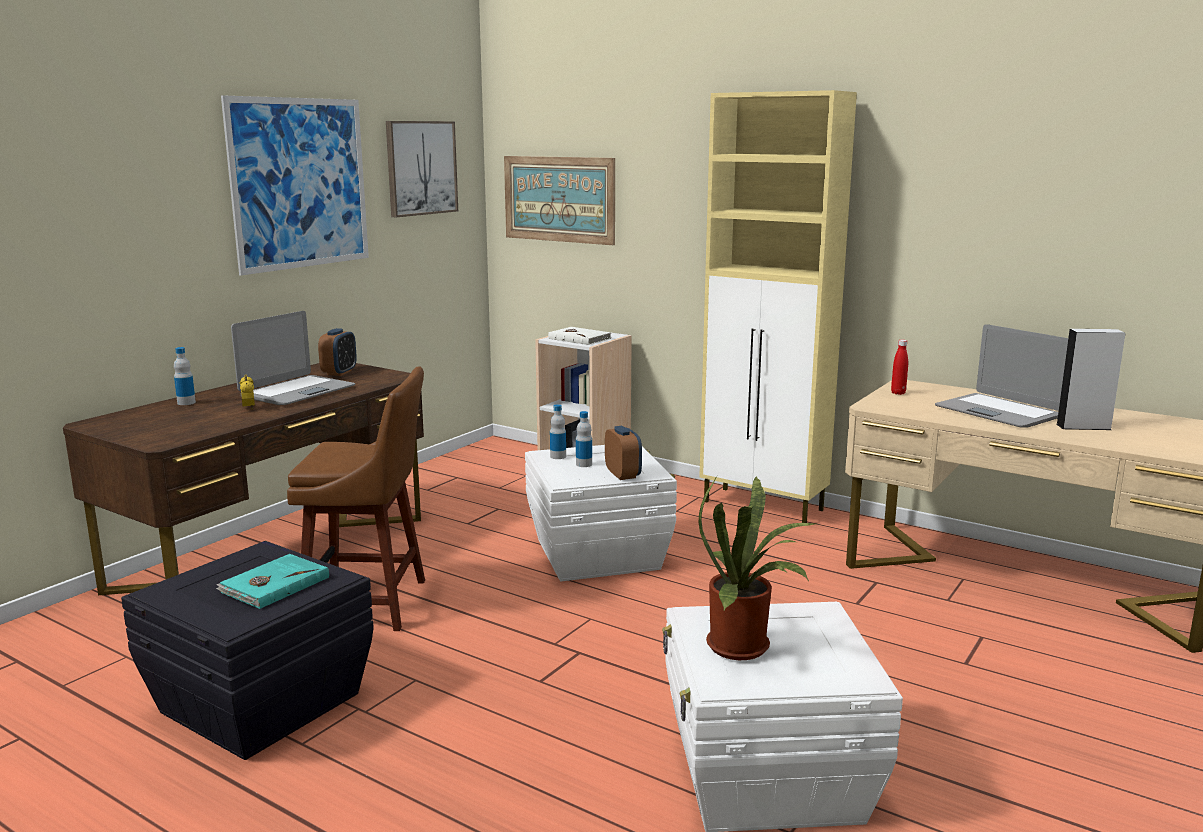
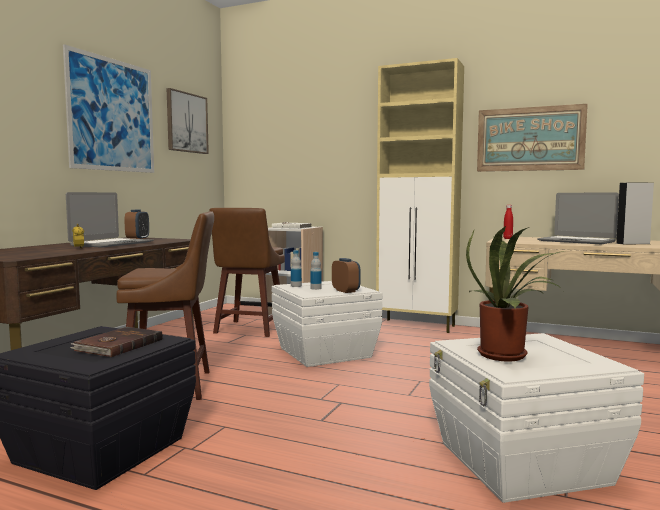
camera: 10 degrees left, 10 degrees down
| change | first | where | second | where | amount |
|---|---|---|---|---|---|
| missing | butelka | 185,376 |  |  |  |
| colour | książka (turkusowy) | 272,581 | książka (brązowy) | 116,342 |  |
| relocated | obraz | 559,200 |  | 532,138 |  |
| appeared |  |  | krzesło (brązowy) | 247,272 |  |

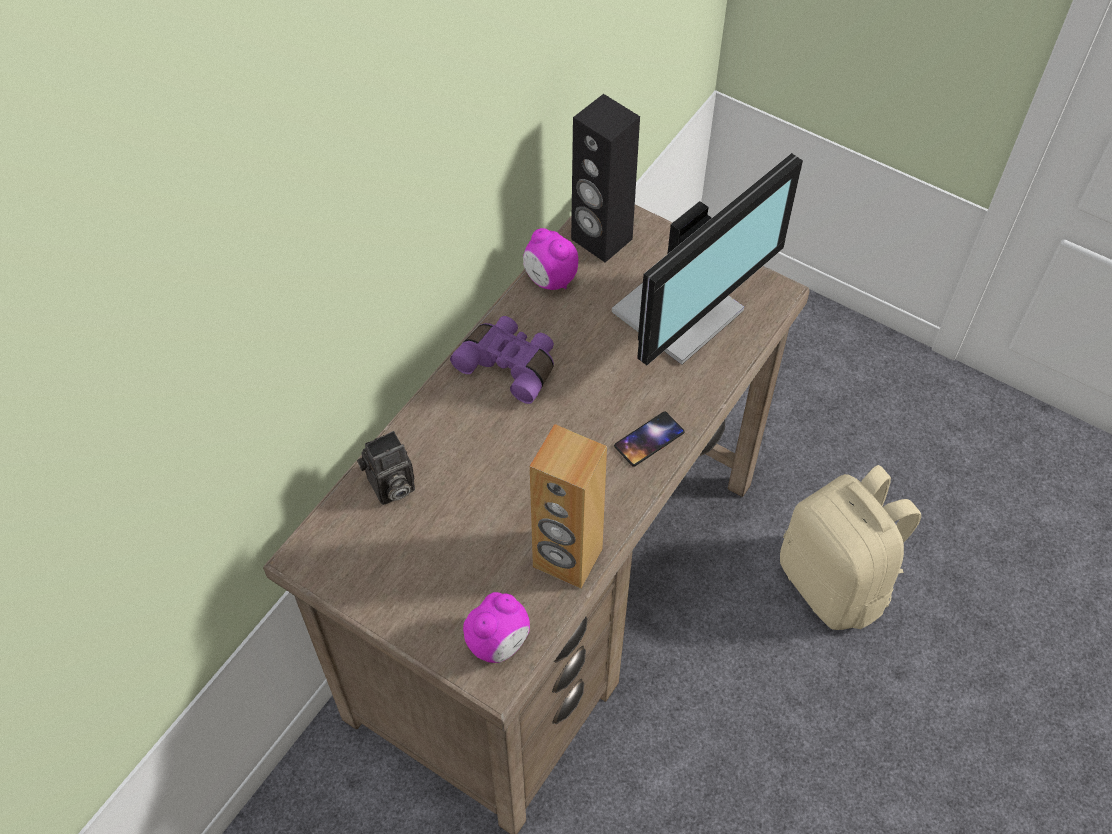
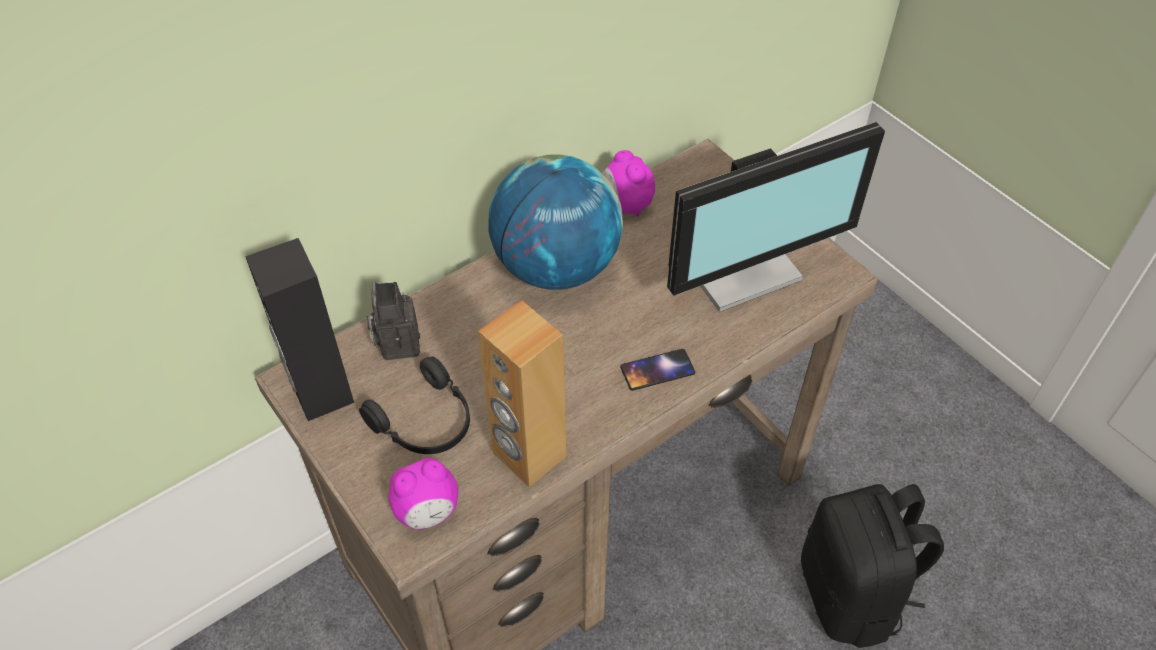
camera: 20 degrees right, 5 degrees down
| change | first | where | second | where | amount |
|---|---|---|---|---|---|
| spun | aparat fotograficzny | 386,468 |  | 393,321 | 90 degrees clockwise |
| exchanged | lornetka (fioletowy) | 502,360 | globus | 556,222 |  |
| relocated | głośnik (czarny) | 605,178 |  | 299,329 |  |
| colour | plecak (beżowy) | 850,547 | plecak (czarny) | 872,566 |  |
| appeared |  |  | słuchawki (czarny) | 414,405 |  |

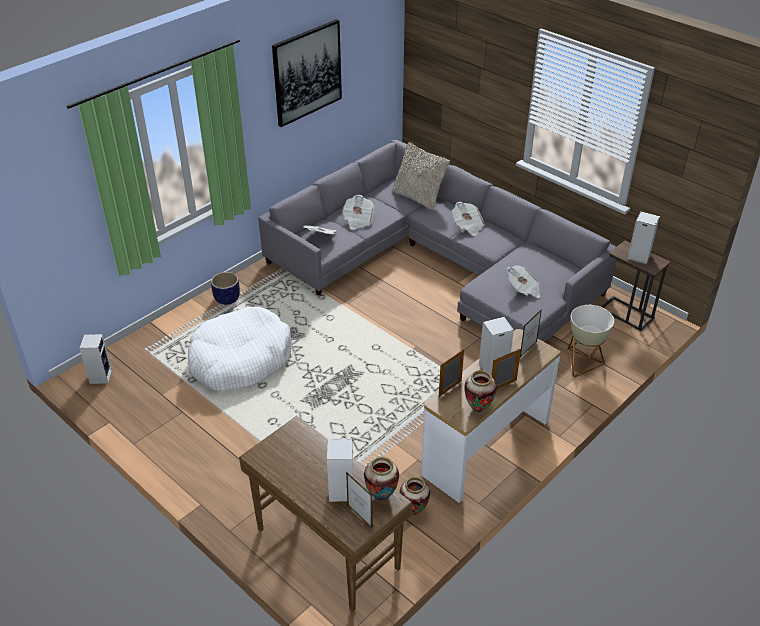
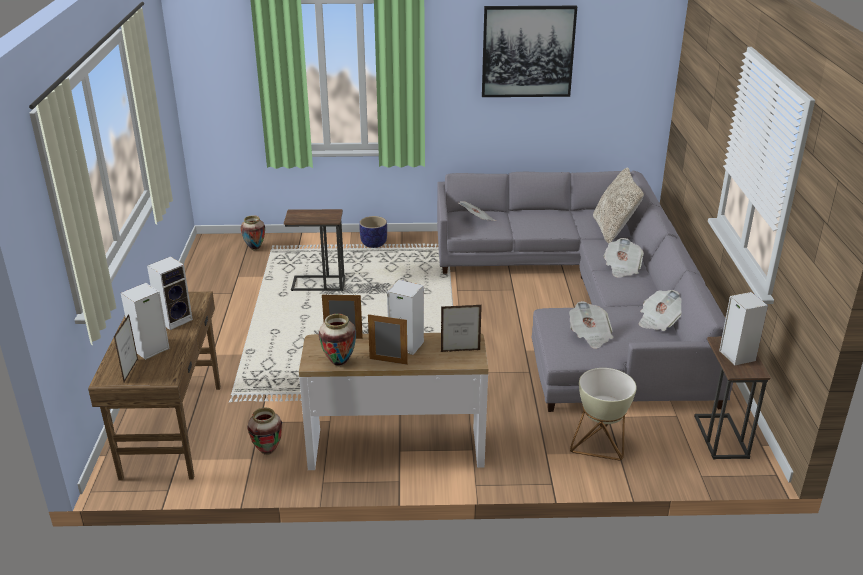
camera: 45 degrees right, 10 degrees down
| change | first | where | second | where | amount |
|---|---|---|---|---|---|
| relocated | głośnik | 95,359 |  | 170,293 |  |
| exchanged | legowisko (biały) | 240,349 | stolik (brązowy) | 315,250 |  |
| relocated | gazeta | 358,212 |  | 660,310 |  |
| relocated | wazon | 381,478 |  | 252,232 |  |

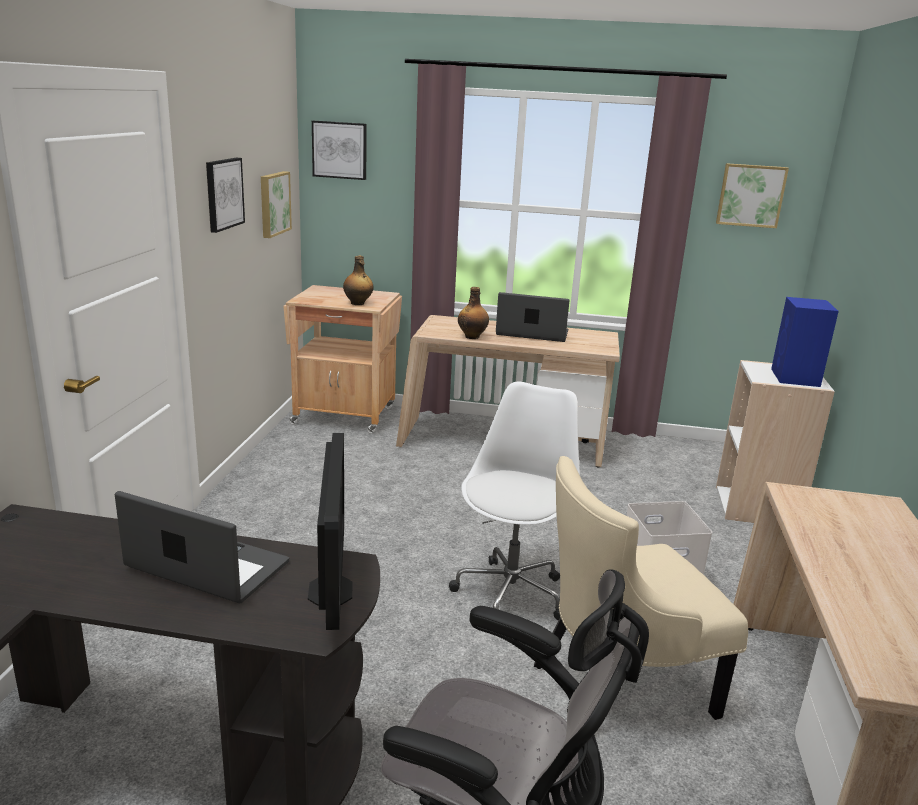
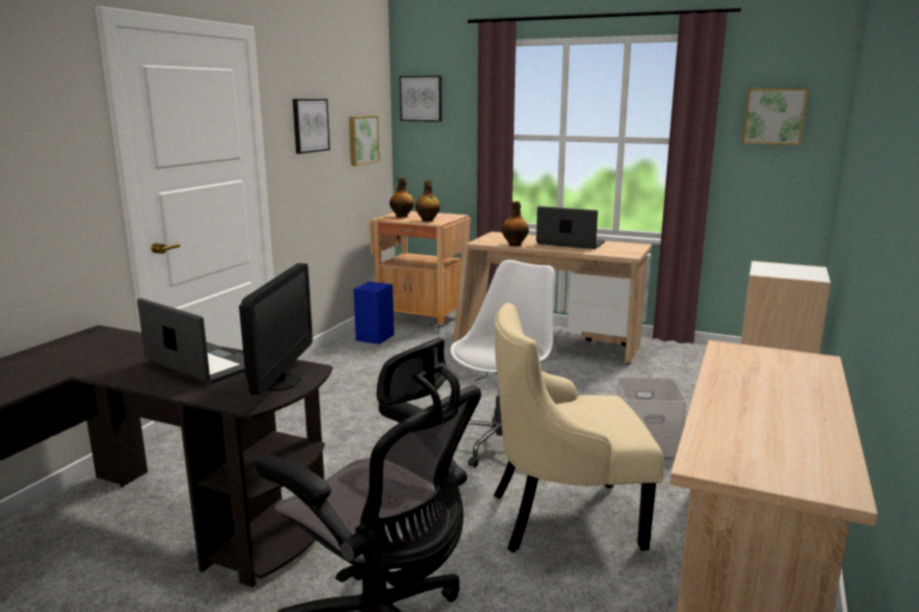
camera: 15 degrees right, 5 degrees down
| change | first | where | second | where | amount |
|---|---|---|---|---|---|
| relocated | głośnik (niebieski) | 805,342 |  | 374,313 |  |
| appeared |  |  | butelka | 402,197 |  |

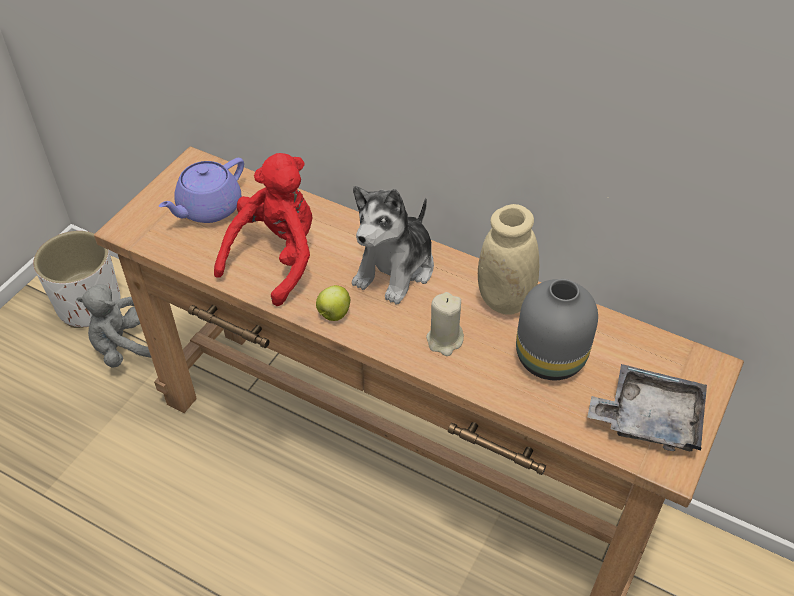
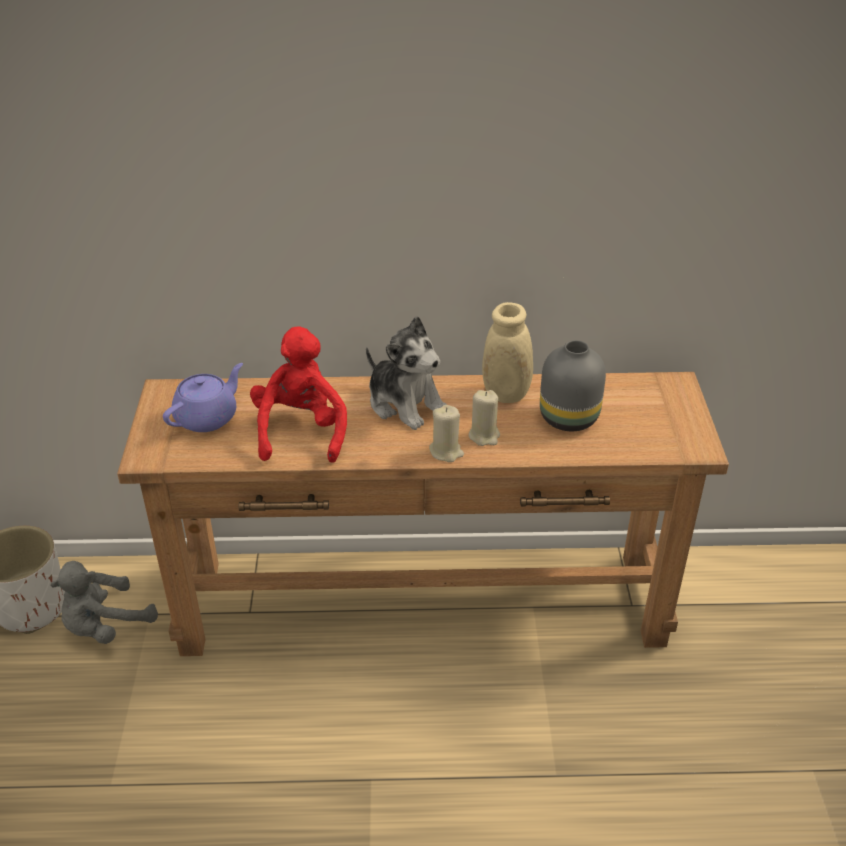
camera: 30 degrees left, 10 degrees down
| change | first | where | second | where | amount |
|---|---|---|---|---|---|
| spun | imbryk (fioletowy) | 201,190 |  | 203,397 | 150 degrees counterclockwise |
| missing | jabłko | 333,303 |  |  |  |
| spun | pluszak | 393,245 |  | 406,373 | 45 degrees counterclockwise |
| missing | taca (szary) | 647,407 |  |  |  |
| appeared |  |  | świeca (beżowy) | 446,433 |  |

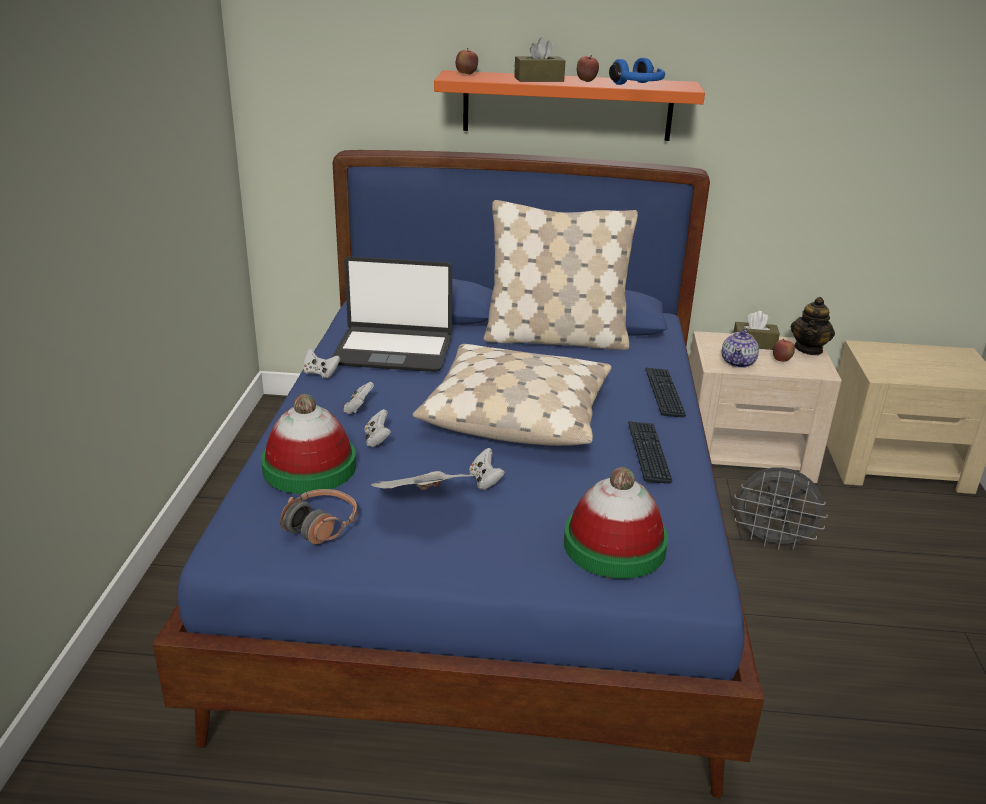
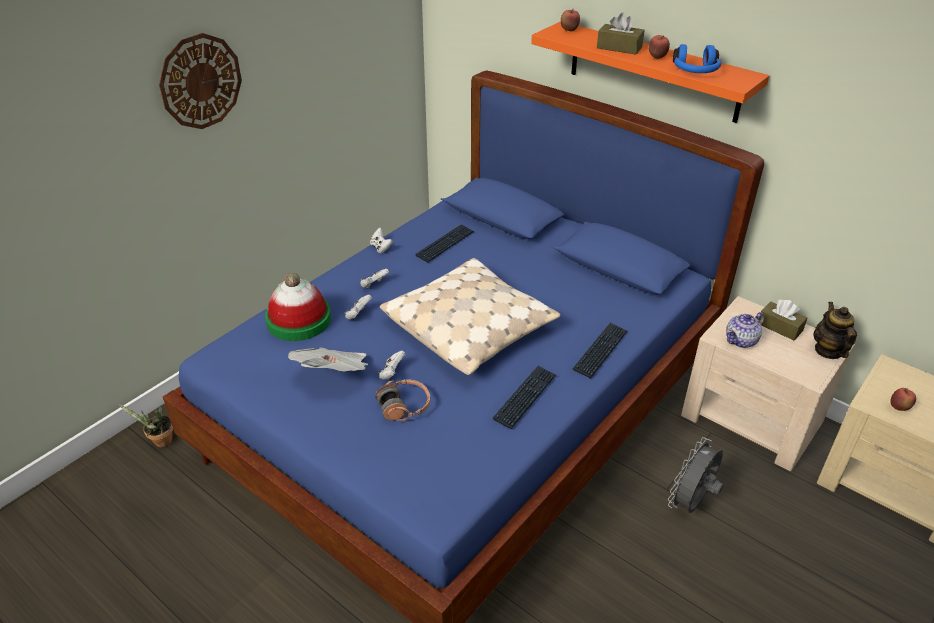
camera: 35 degrees right, 10 degrees up
| change | first | where | second | where | amount |
|---|---|---|---|---|---|
| relocated | słuchawki | 318,517 |  | 402,400 |  |
| exchanged | laptop | 391,314 | klawiatura | 444,243 |  |
| missing | poduszka (beżowy) | 560,275 |  |  |  |
| missing | kapelusz | 616,523 |  |  |  |
| spun | wentylator (szary) | 780,508 |  | 695,475 | 75 degrees clockwise |
| relocated | jabłko | 784,350 |  | 903,399 |  |
| spun | imbryk | 813,326 |  | 835,330 | 120 degrees clockwise |
| appeared |  |  | roślina doniczkowa | 145,425 |  |
| appeared |  |  | zegar ścienny | 200,81 |  |

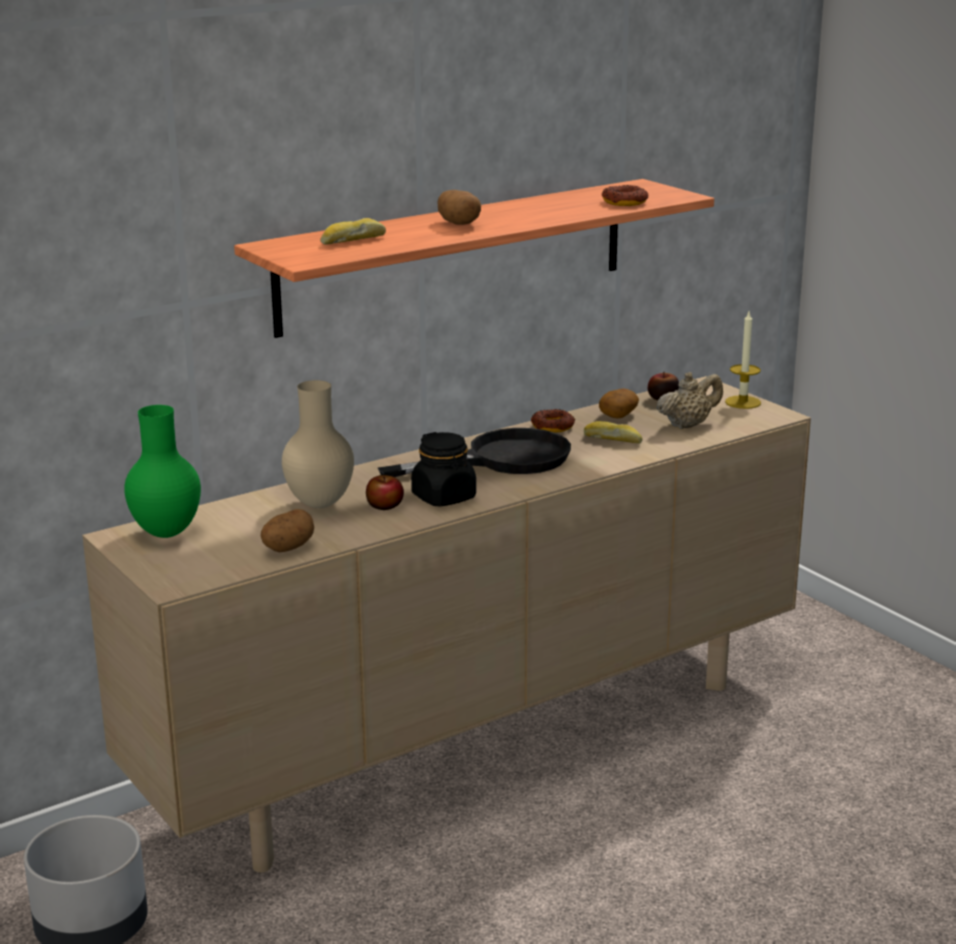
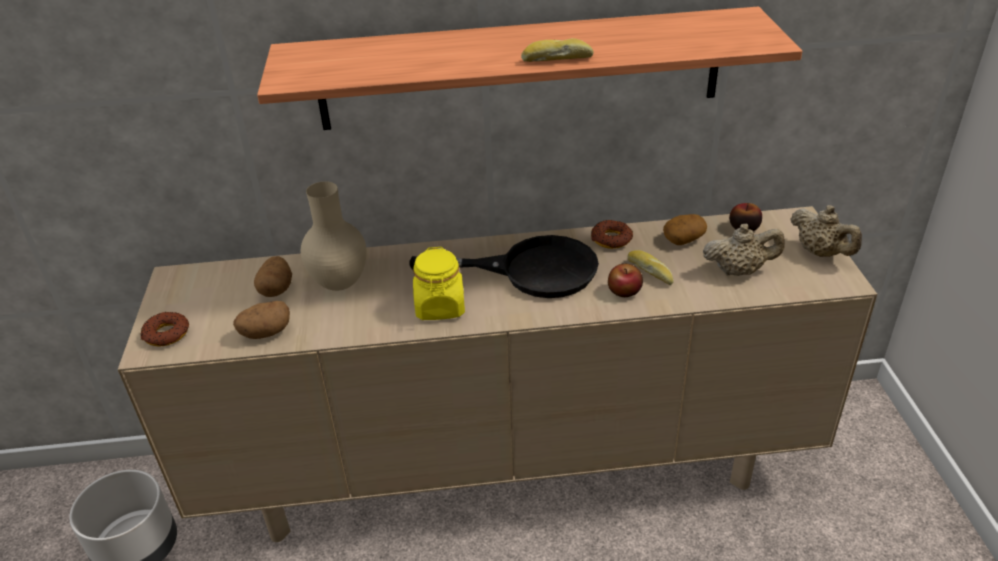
camera: 30 degrees right, 15 degrees up
| change | first | where | second | where | amount |
|---|---|---|---|---|---|
| missing | wazon (zielony) | 162,471 |  |  |  |
| relocated | chleb | 353,231 |  | 557,50 |  |
| relocated | jabłko | 385,492 |  | 625,280 |  |
| colour | słoik (czarny) | 443,469 | słoik (żółty) | 439,283 |  |
| relocated | ziemniak | 459,207 |  | 273,276 |  |
| relocated | donut | 625,195 |  | 165,329 |  |
| exchanged | świeca | 743,360 | imbryk (beżowy) | 826,231 |  |

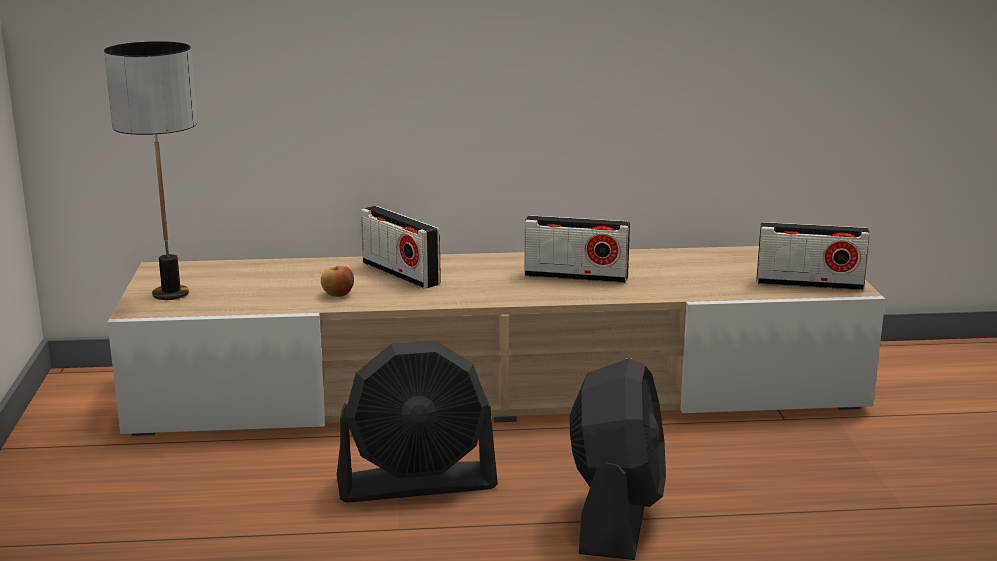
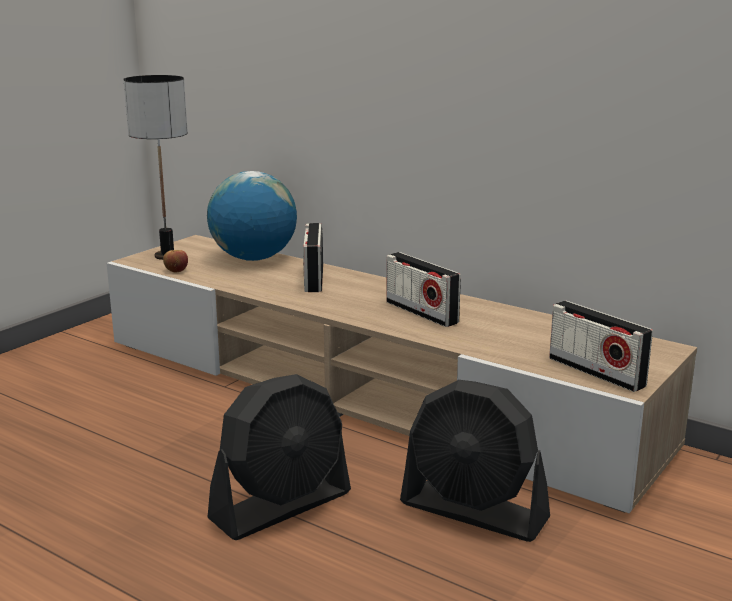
camera: 40 degrees right, 0 degrees up
| change | first | where | second | where | amount |
|---|---|---|---|---|---|
| relocated | jabłko | 337,281 |  | 175,260 |  |
| relocated | wentylator (czarny) | 417,422 |  | 475,461 |  |
| appeared |  |  | globus | 252,216 |  |

